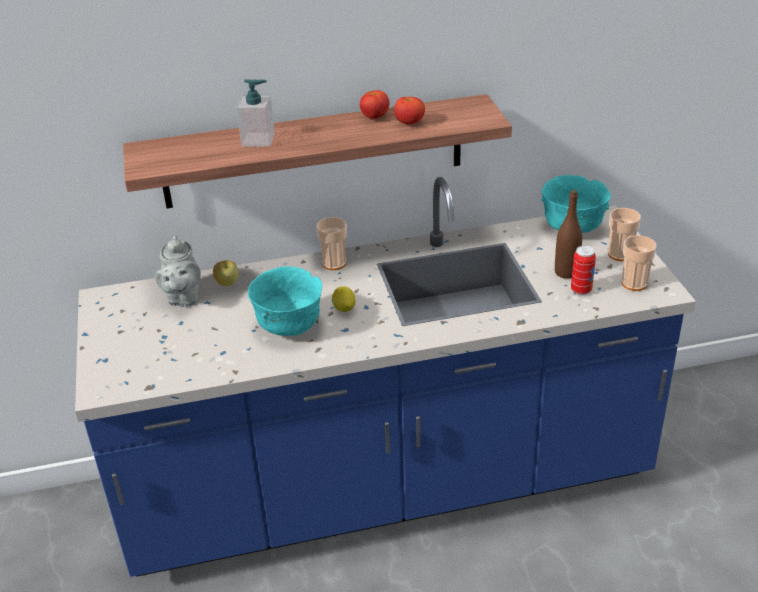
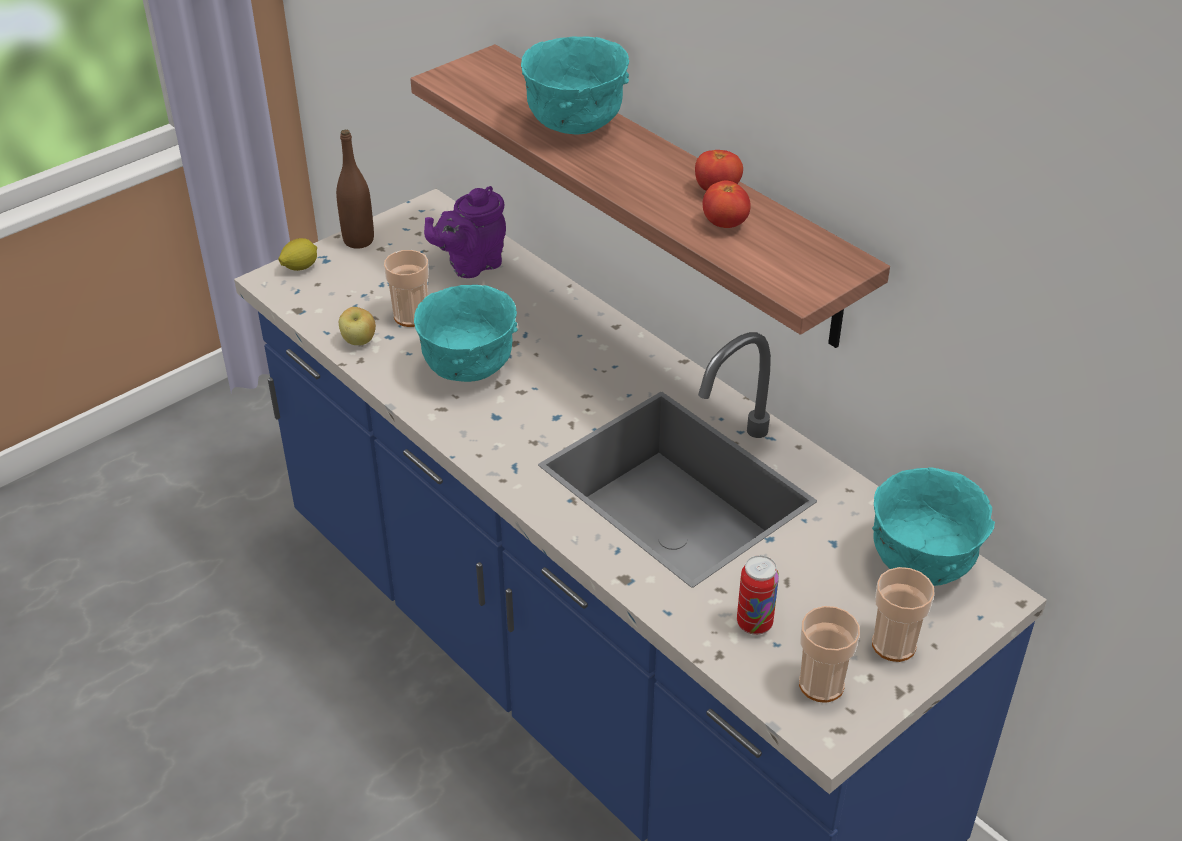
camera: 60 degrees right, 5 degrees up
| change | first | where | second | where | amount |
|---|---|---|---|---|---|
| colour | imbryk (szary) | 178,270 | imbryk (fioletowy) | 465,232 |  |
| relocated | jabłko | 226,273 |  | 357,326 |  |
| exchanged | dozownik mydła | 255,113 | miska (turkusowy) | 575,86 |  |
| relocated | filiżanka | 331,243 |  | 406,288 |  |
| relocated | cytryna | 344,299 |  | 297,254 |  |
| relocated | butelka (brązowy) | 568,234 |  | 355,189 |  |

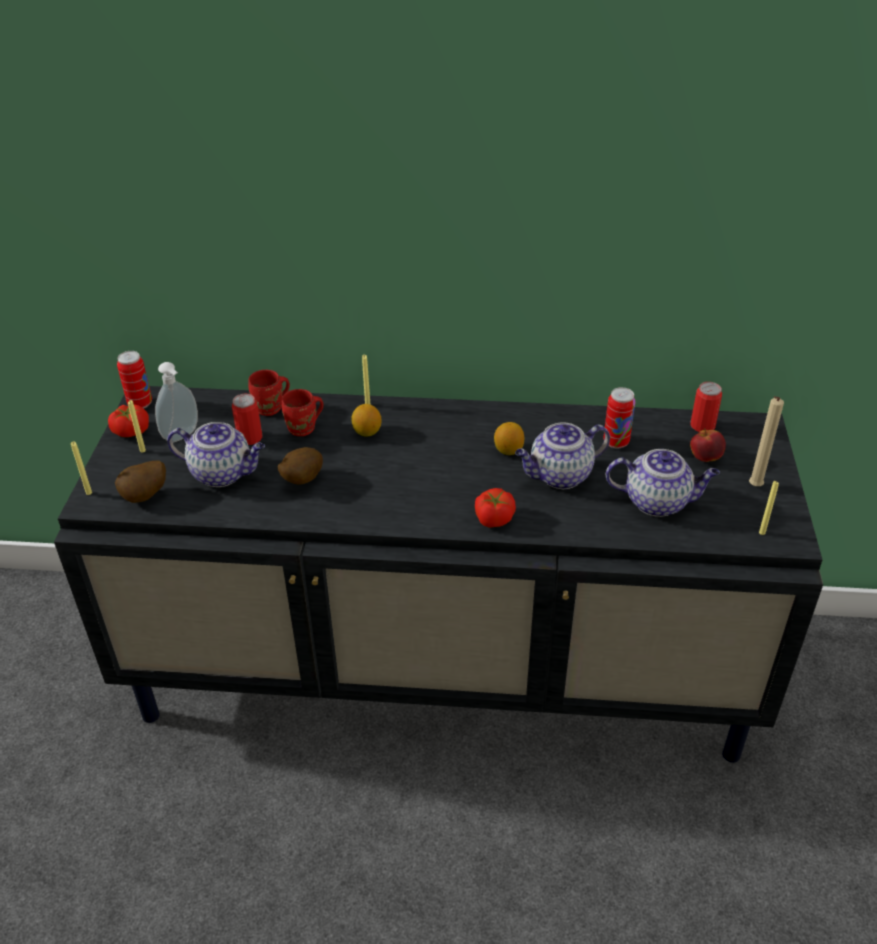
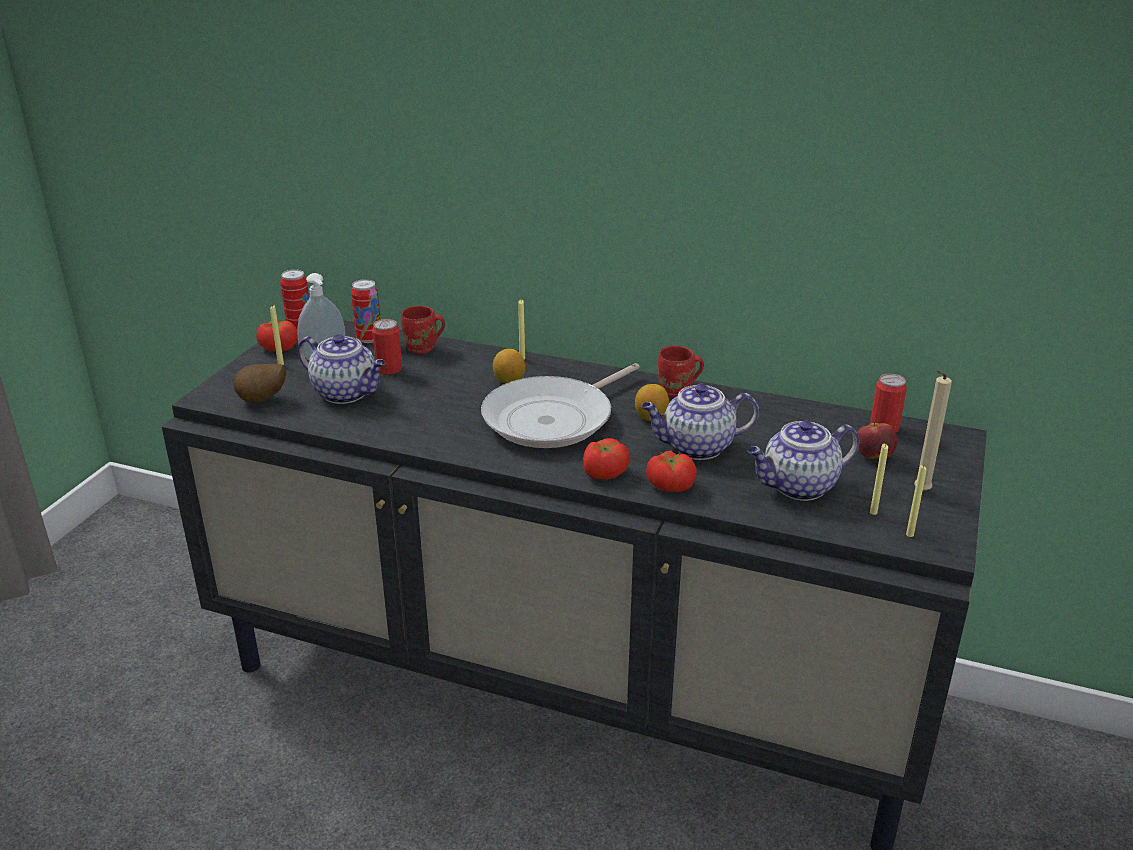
camera: 15 degrees right, 10 degrees down
| change | first | where | second | where | amount |
|---|---|---|---|---|---|
| relocated | świeca (żółty) | 81,468 |  | 879,479 |  |
| missing | ziemniak | 300,466 |  |  |  |
| relocated | kubek (czerwony) | 303,412 |  | 680,372 |  |
| relocated | puszka | 619,417 |  | 366,311 |  |
| spun | imbryk | 663,483 |  | 803,461 | 135 degrees clockwise |
| appeared |  |  | patelnia | 560,405 |  |
| appeared |  |  | pomidor | 671,471 |  |

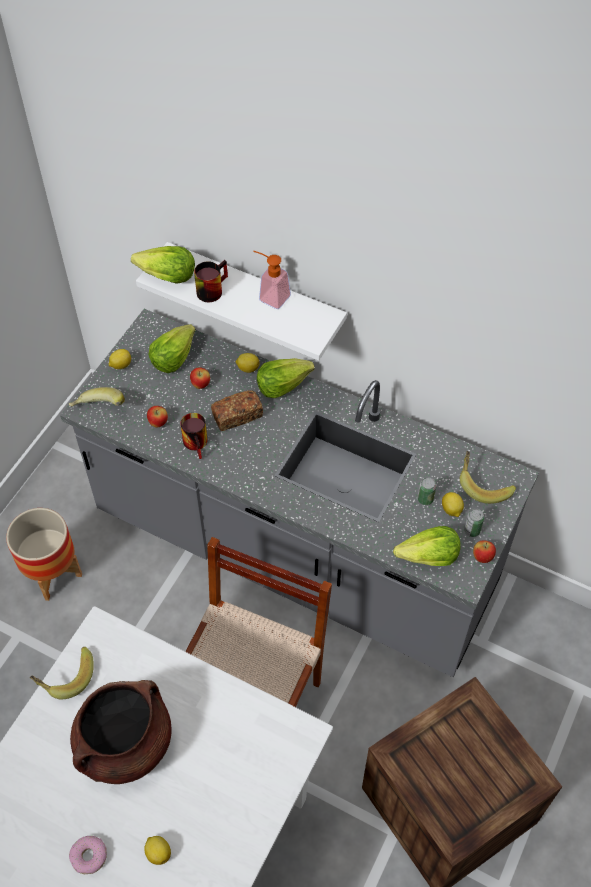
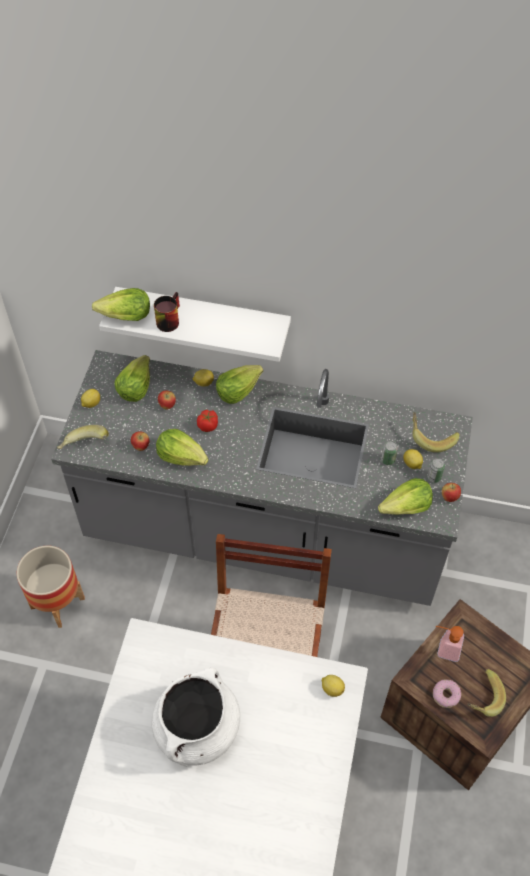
camera: 15 degrees left, 0 degrees up
| change | first | where | second | where | amount |
|---|---|---|---|---|---|
| relocated | banan | 62,673 |  | 486,693 |  |
| relocated | donut | 88,855 |  | 447,694 |  |
| colour | garnek (brązowy) | 121,732 | garnek (biały) | 195,717 |  |
| relocated | cytryna | 157,850 |  | 333,686 |  |
| exchanged | kubek | 194,436 | sałata | 182,447 |  |
| exchanged | chleb | 237,410 | pomidor | 207,421 |  |
| relocated | dozownik mydła | 272,280 |  | 450,644 |  |

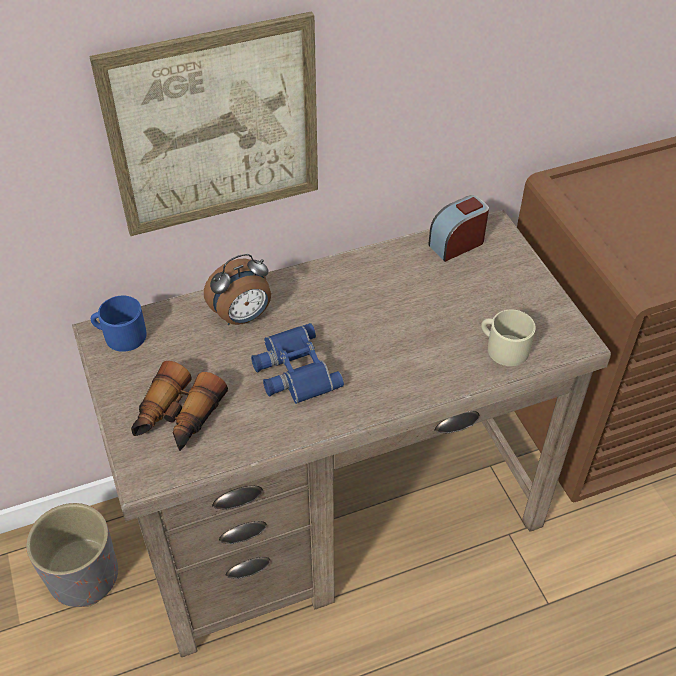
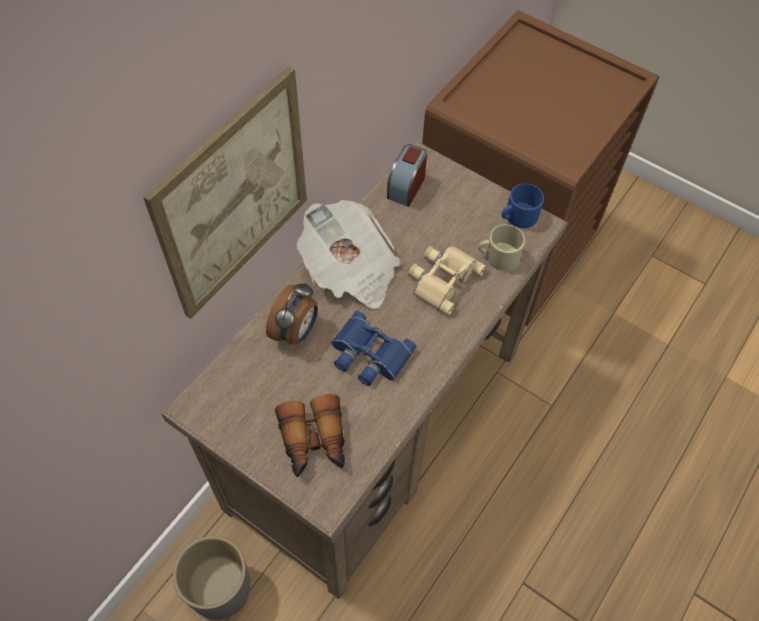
camera: 35 degrees left, 10 degrees up
| change | first | where | second | where | amount |
|---|---|---|---|---|---|
| relocated | kubek (niebieski) | 119,324 |  | 522,206 |  |
| appeared |  |  | gazeta | 348,254 |  |
| appeared |  |  | lornetka (beżowy) | 447,280 |  |

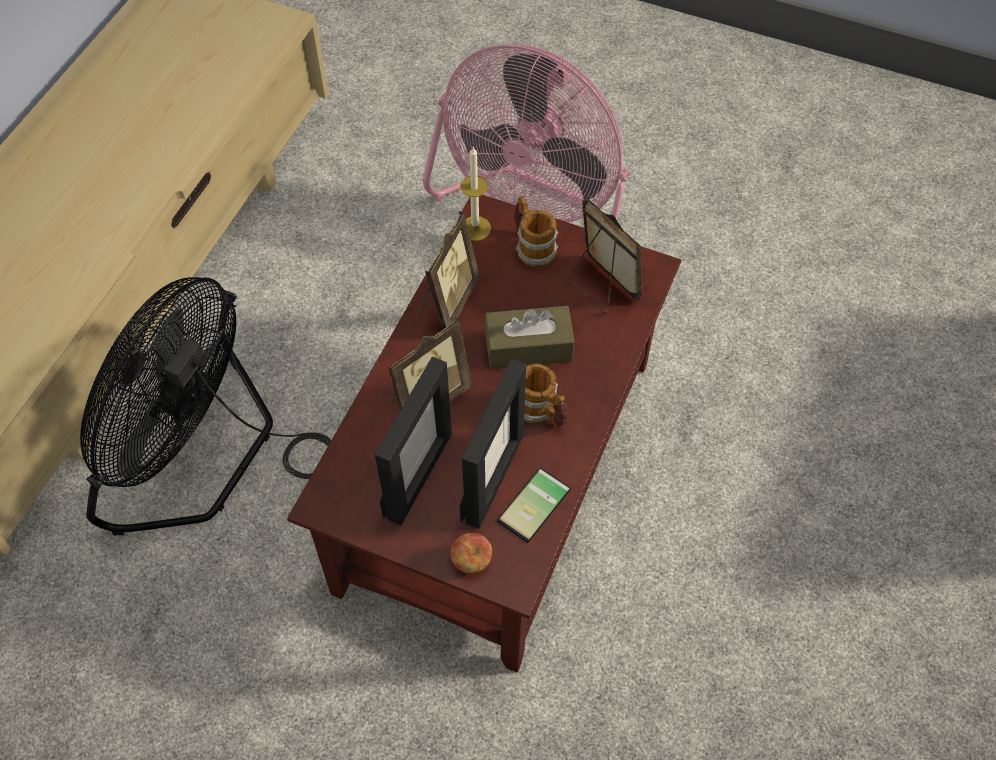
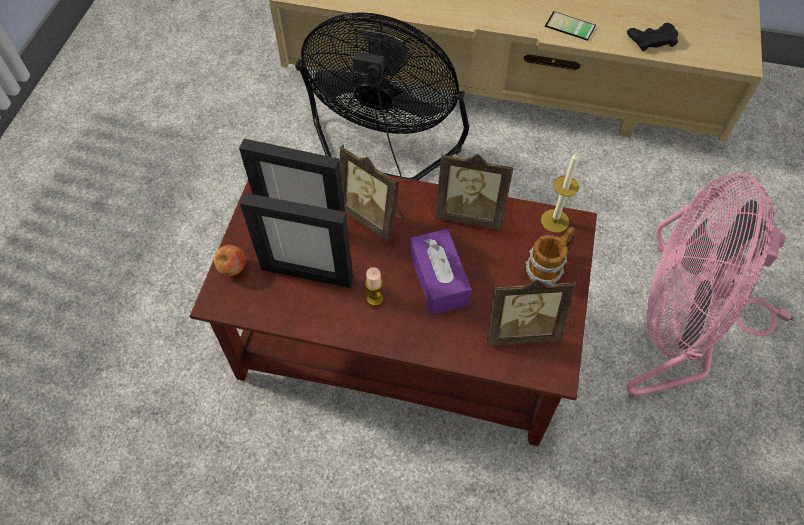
camera: 80 degrees right, 0 degrees up
| change | first | where | second | where | amount |
|---|---|---|---|---|---|
| colour | pudełko chusteczek (brązowy) | 530,337 | pudełko chusteczek (fioletowy) | 441,272 |  |
| relocated | telefon | 534,505 |  | 570,26 |  |
| exchanged | kubek | 546,395 | świeca | 374,286 |  |
| spun | ramka na zdjęcie | 605,255 |  | 531,312 | 45 degrees clockwise |
| appeared |  |  | pad do gier (czarny) | 652,37 |  |

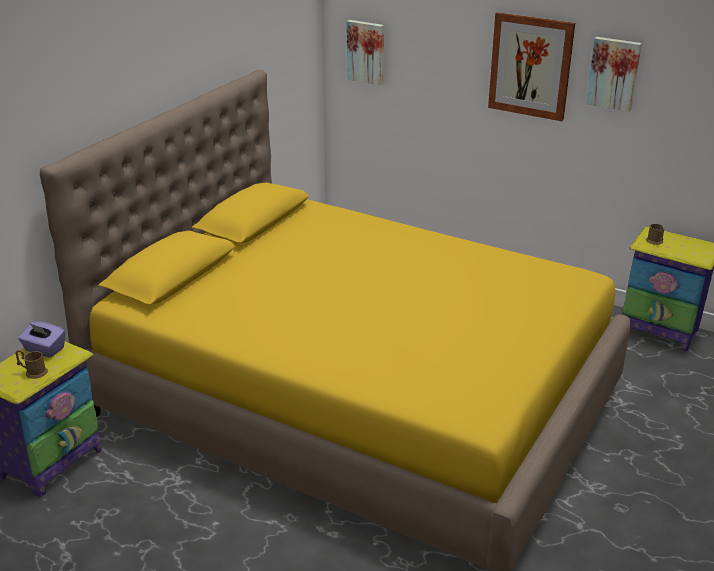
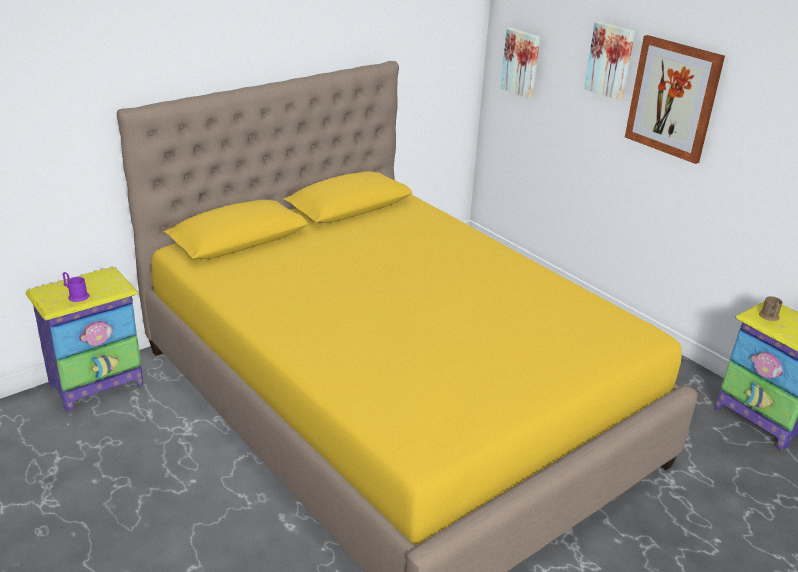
camera: 20 degrees right, 0 degrees up
| change | first | where | second | where | amount |
|---|---|---|---|---|---|
| colour | kubek (brązowy) | 31,364 | kubek (fioletowy) | 75,287 |  |
| missing | pudełko chusteczek (fioletowy) | 41,339 |  |  |  |
| relocated | obraz | 614,74 |  | 609,60 |  |

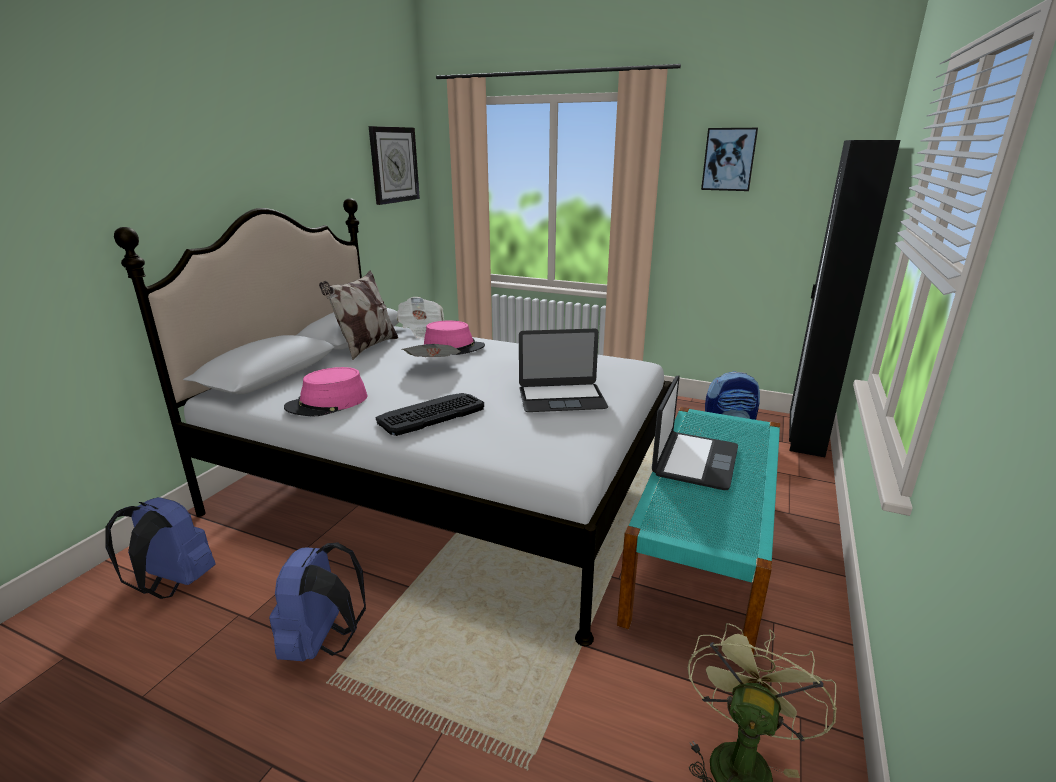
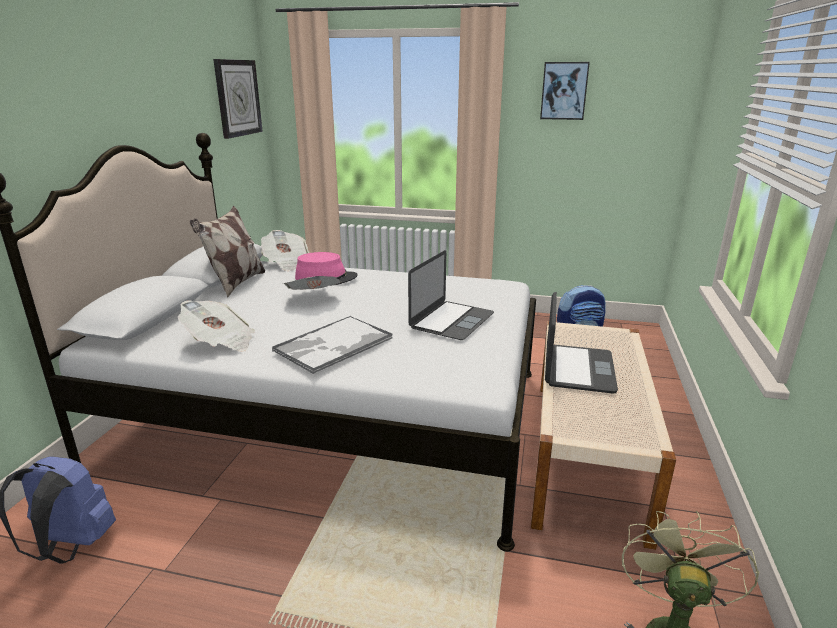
camera: 10 degrees left, 0 degrees up
| change | first | where | second | where | amount |
|---|---|---|---|---|---|
| missing | plecak (niebieski) | 317,602 |  |  |  |
| exchanged | kapelusz (różowy) | 326,391 | gazeta | 216,326 |  |
| exchanged | klawiatura | 429,414 | taca | 332,345 |  |
| spun | laptop | 563,370 |  | 451,295 | 45 degrees counterclockwise |
| colour | ławka (turkusowy) | 698,531 | ławka (beżowy) | 603,435 |  |
| missing | szafa (czarny) | 844,298 |  |  |  |

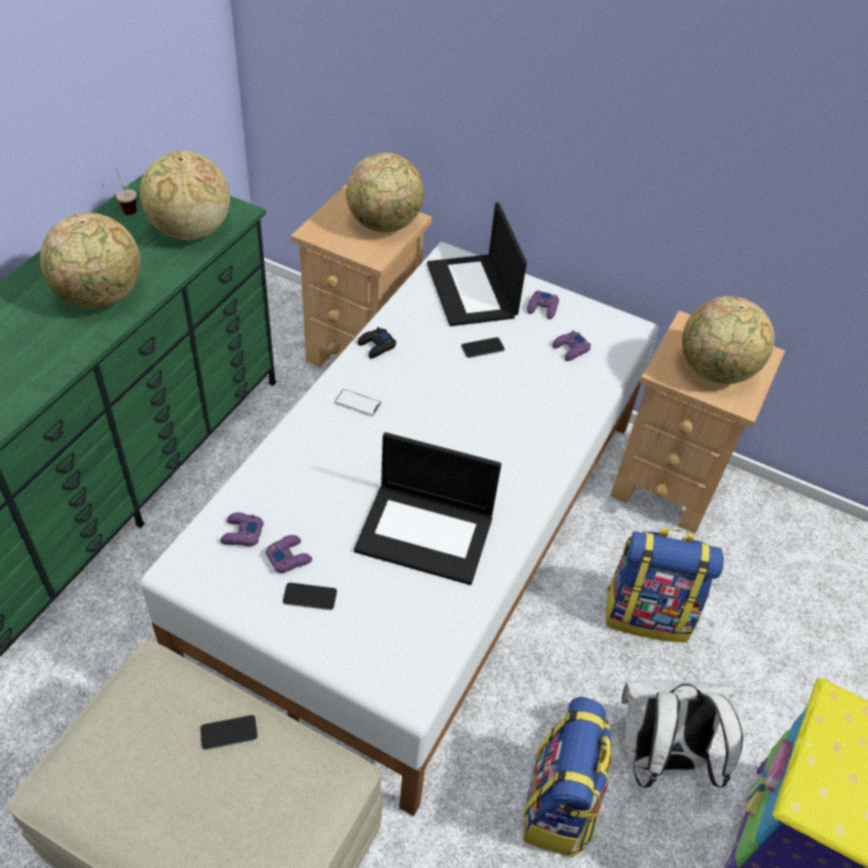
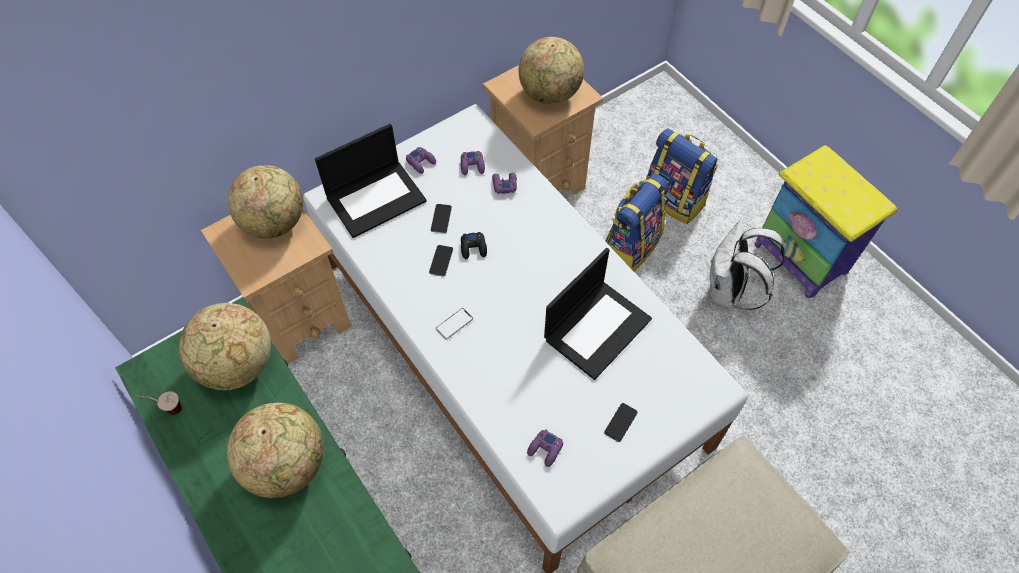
camera: 60 degrees left, 10 degrees up
| change | first | where | second | where | amount |
|---|---|---|---|---|---|
| relocated | telefon | 229,732 |  | 441,261 |  |
| relocated | pad do gier (fioletowy) | 288,554 |  | 504,183 |  |
| relocated | pad do gier (czarny) | 377,342 |  | 474,245 |  |
| spun | laptop | 477,264 |  | 371,181 | 45 degrees counterclockwise |
| relocated | plecak | 568,777 |  | 682,176 |  |

